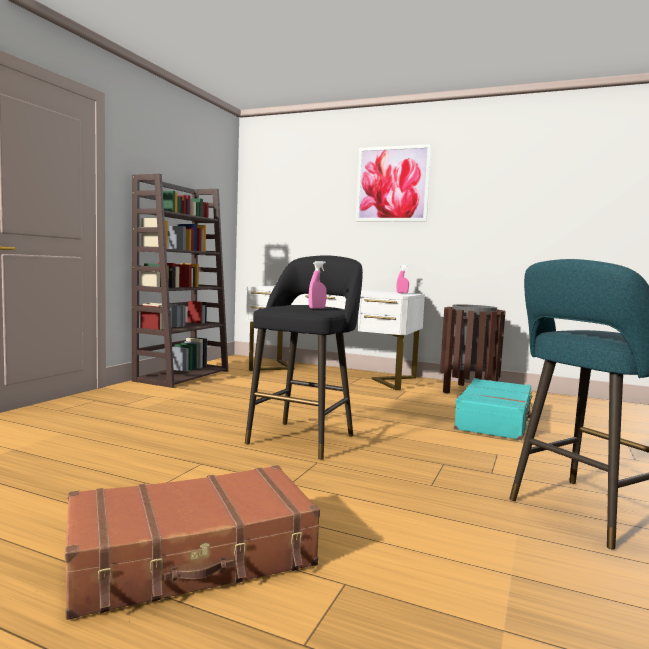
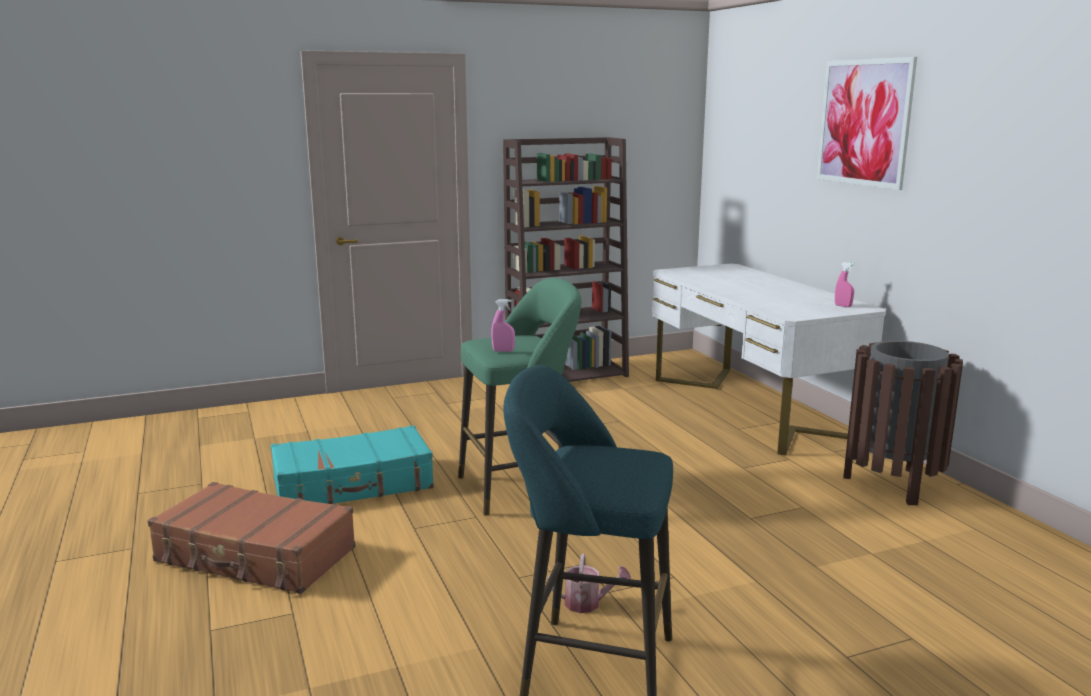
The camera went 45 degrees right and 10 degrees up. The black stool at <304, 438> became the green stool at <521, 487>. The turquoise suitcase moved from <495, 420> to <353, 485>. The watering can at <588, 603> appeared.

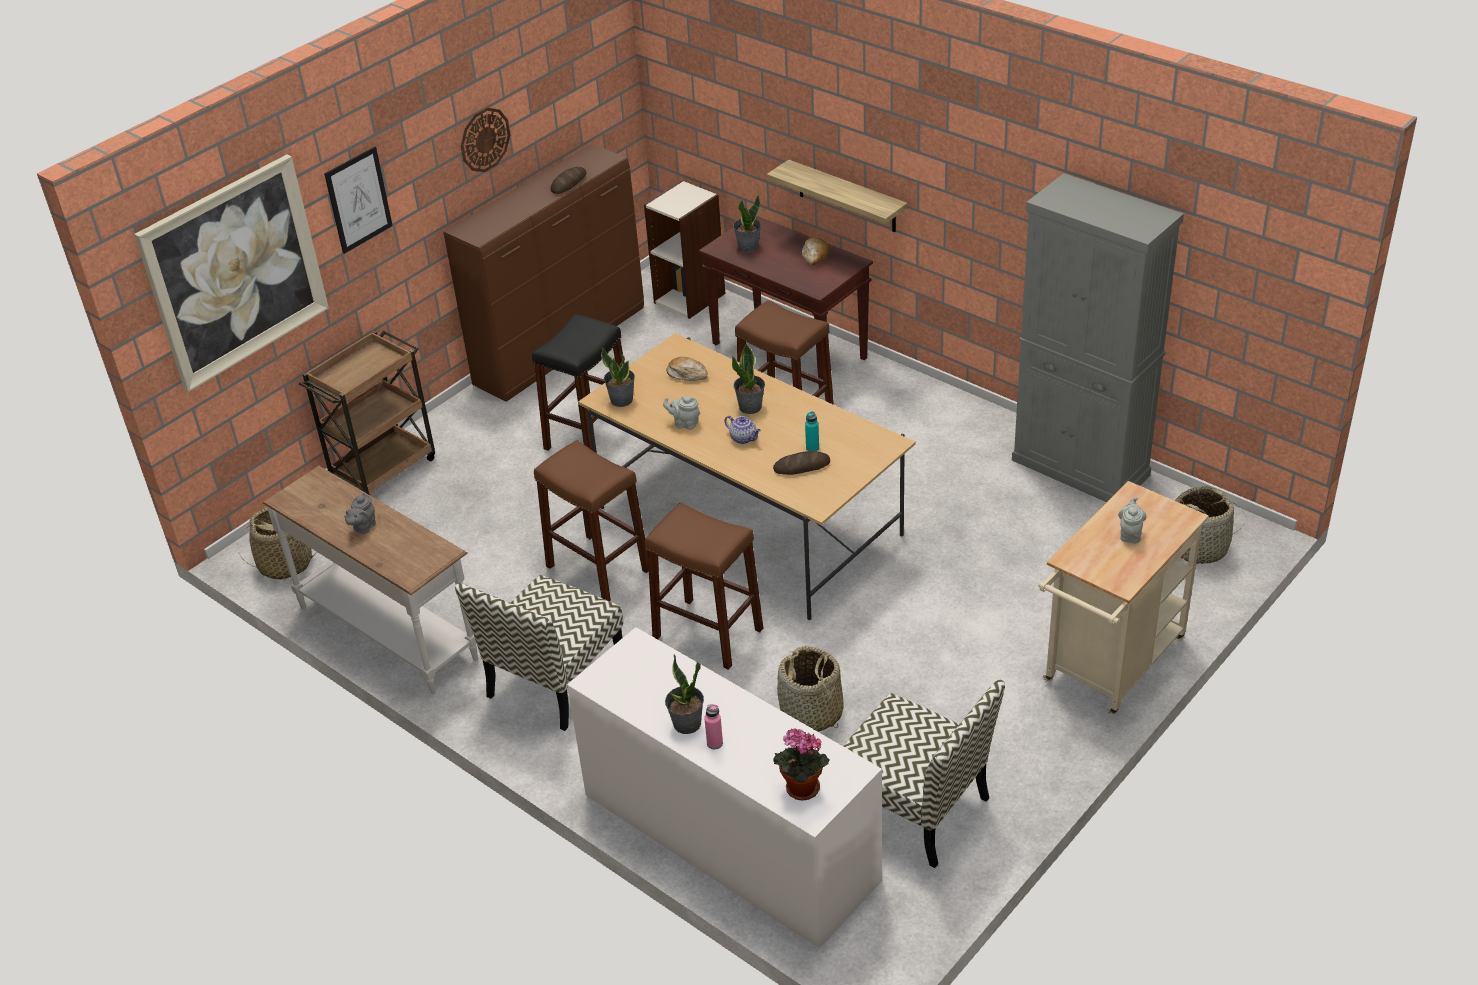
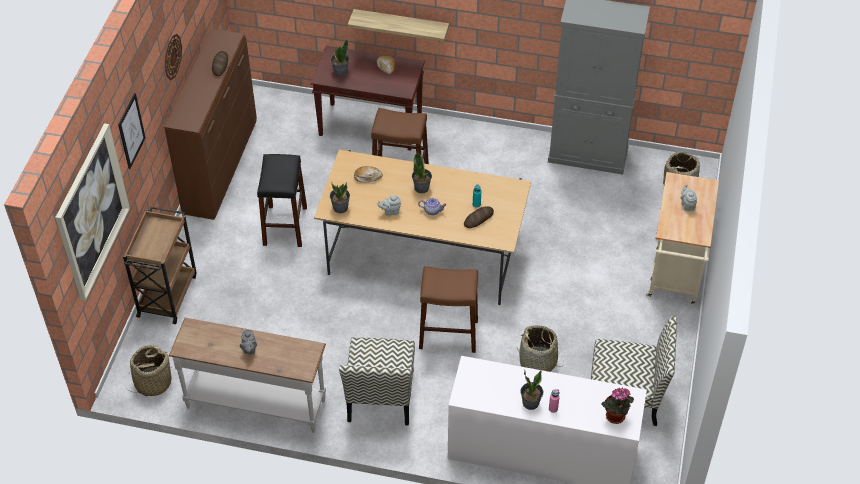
The camera went 30 degrees left and 10 degrees up. The bookcase at <690, 298> disappeared. The brown stool at <598, 568> disappeared.

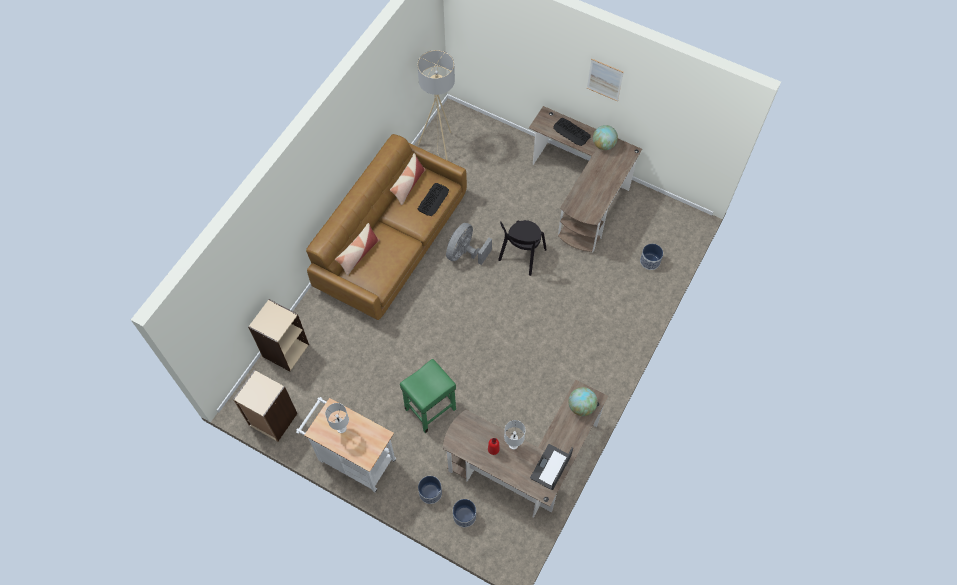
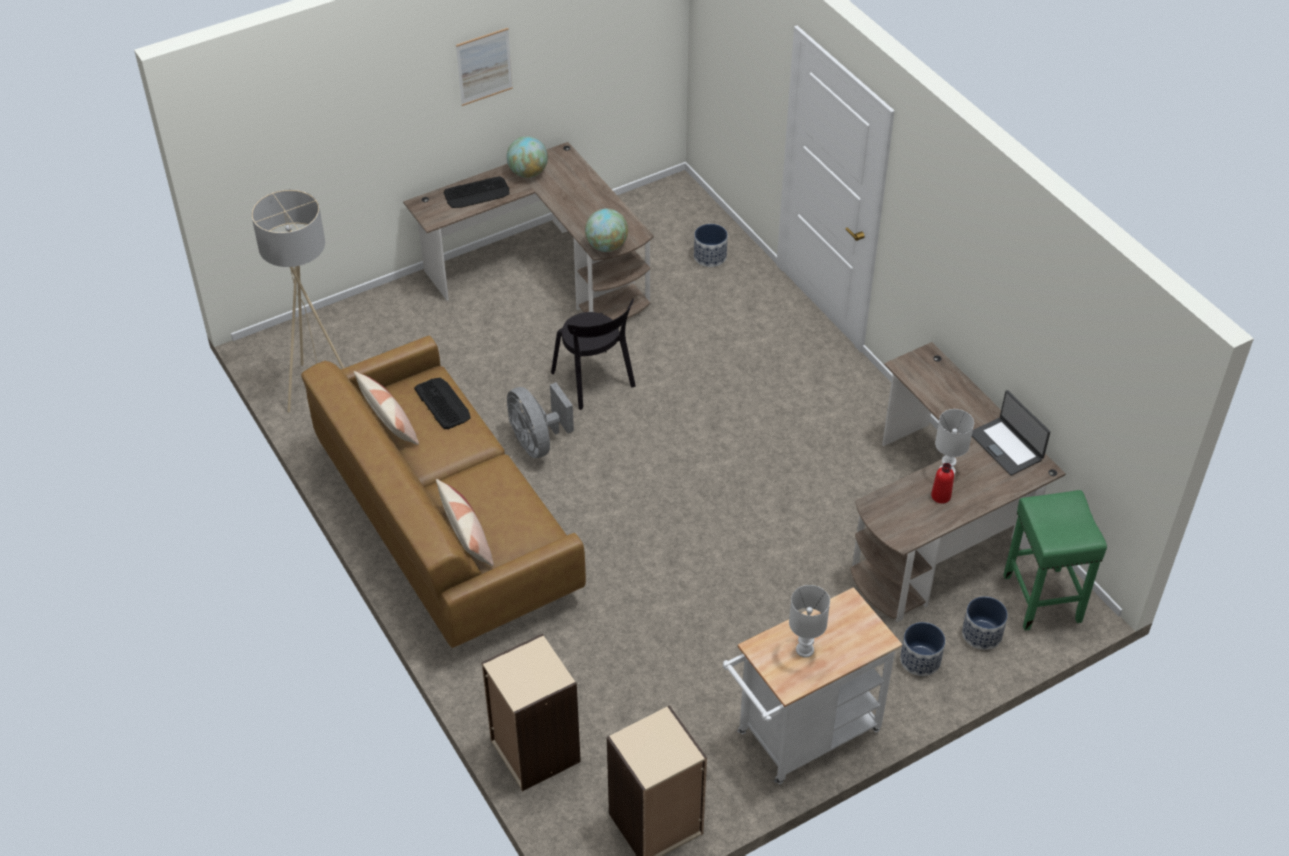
The camera went 60 degrees left and 15 degrees down. The green stool moved from <431, 408> to <1041, 597>. The globe moved from <581, 406> to <606, 246>.

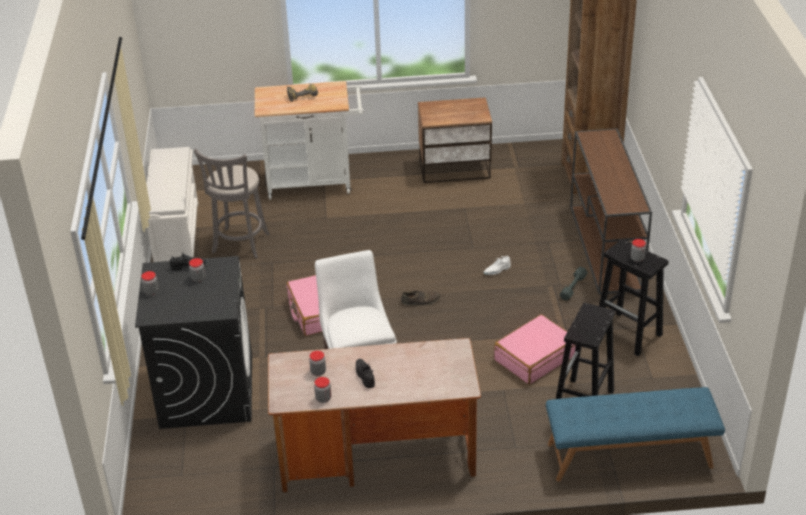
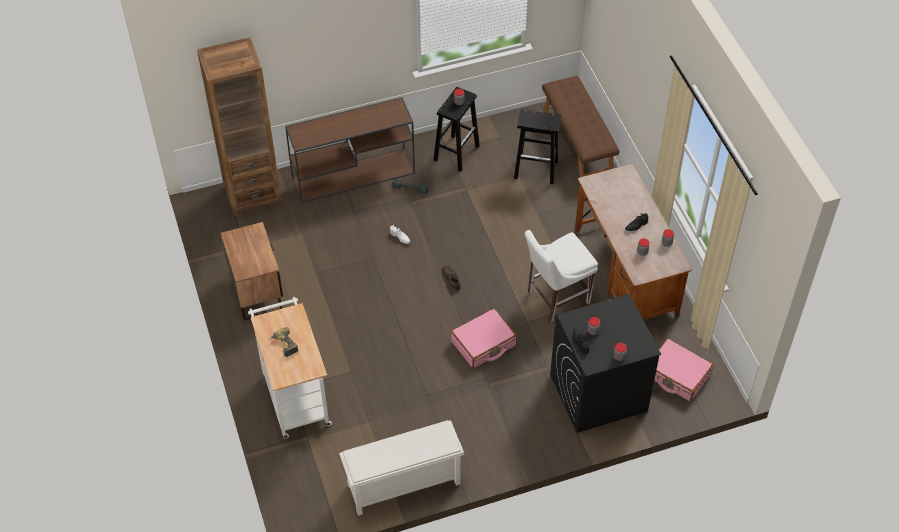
The camera went 105 degrees left and 15 degrees up. The grey stool at <239, 245> disappeared. The pink suitcase moved from <534, 357> to <677, 375>. The blue bench at <629, 456> became the brown bench at <578, 142>.

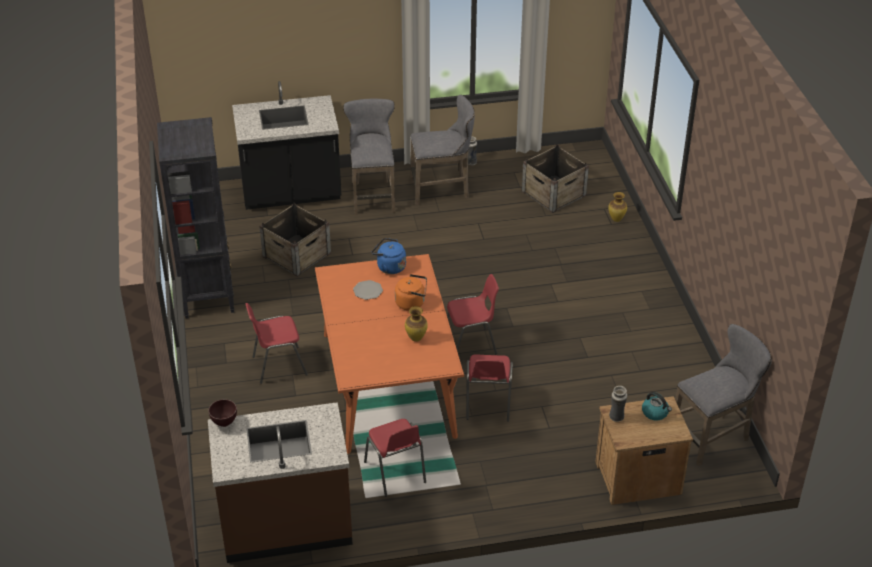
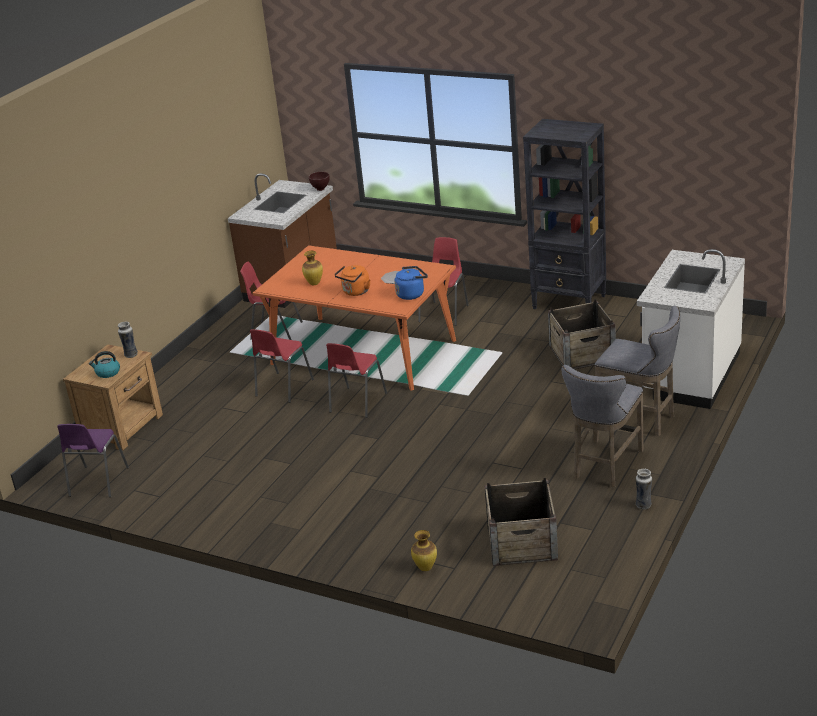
The camera went 130 degrees right and 10 degrees down. The black counter at <291, 193> became the white counter at <690, 374>. The grey stool at <713, 437> was replaced by the purple chair at <97, 483>. The red chair at <487, 404> turned 105 degrees counterclockwise.

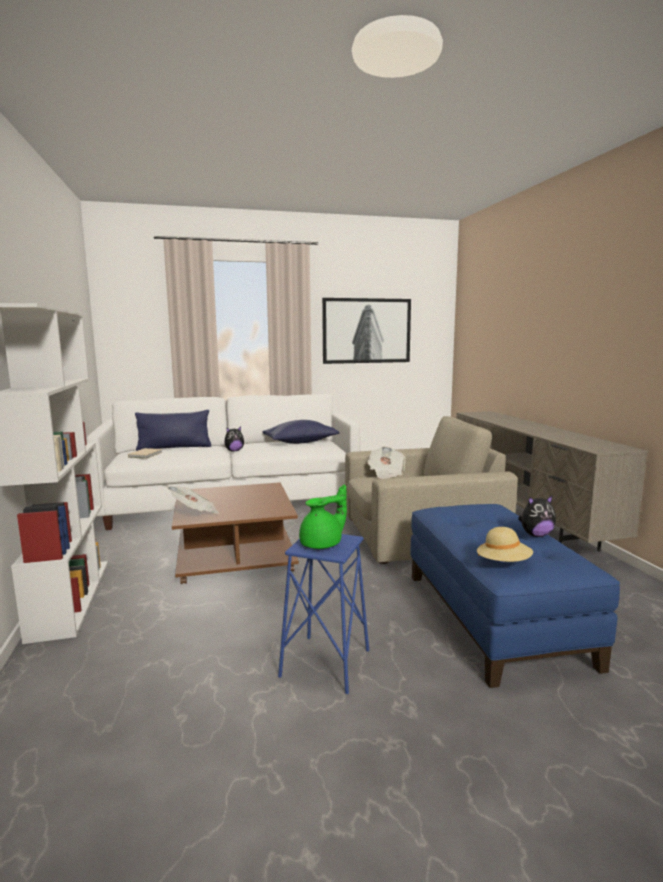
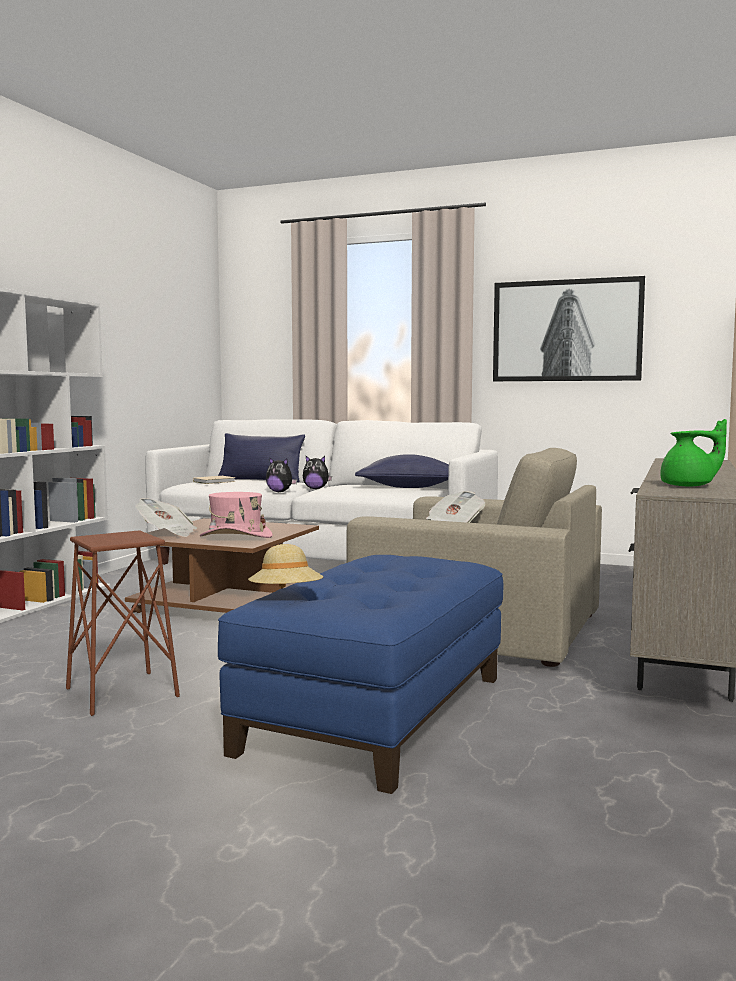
The camera went 35 degrees right and 5 degrees down. The green teapot moved from <323, 544> to <689, 486>. The plush toy moved from <536, 535> to <280, 492>. The blue stool at <325, 663> became the brown stool at <121, 692>. The pink hat at <235, 536> appeared.

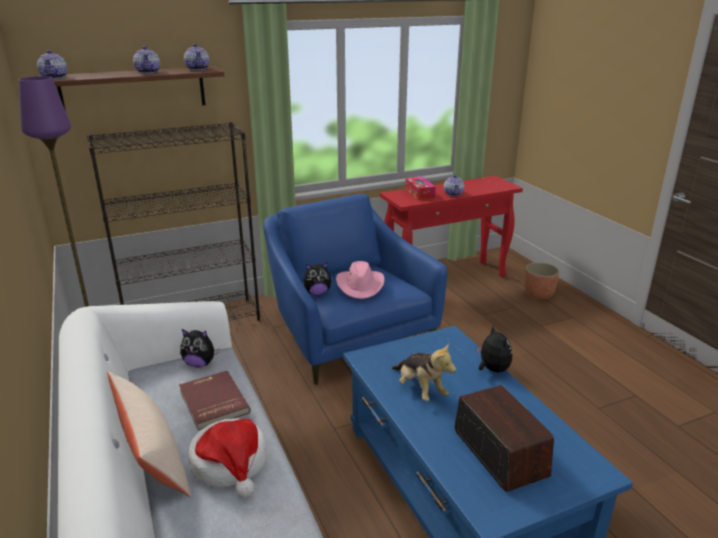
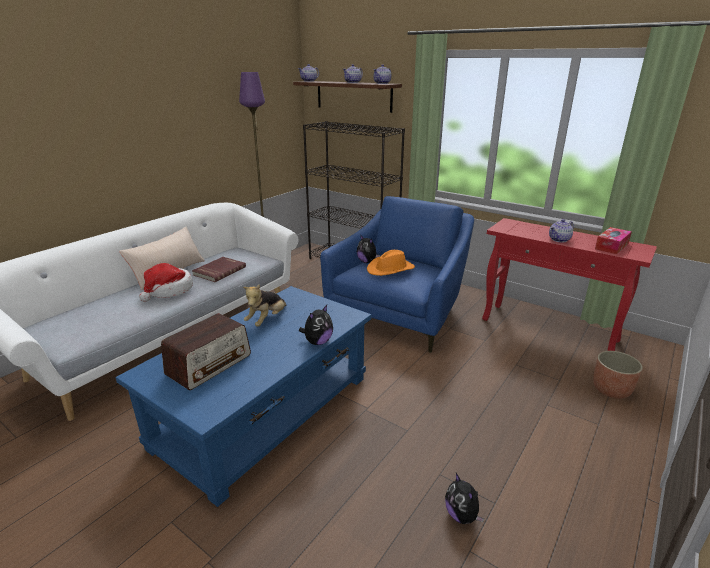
The camera went 60 degrees right and 0 degrees up. The tissue box moved from <419, 193> to <611, 246>. The pink hat at <360, 285> became the orange hat at <390, 269>. The plush toy moved from <200, 364> to <462, 515>.

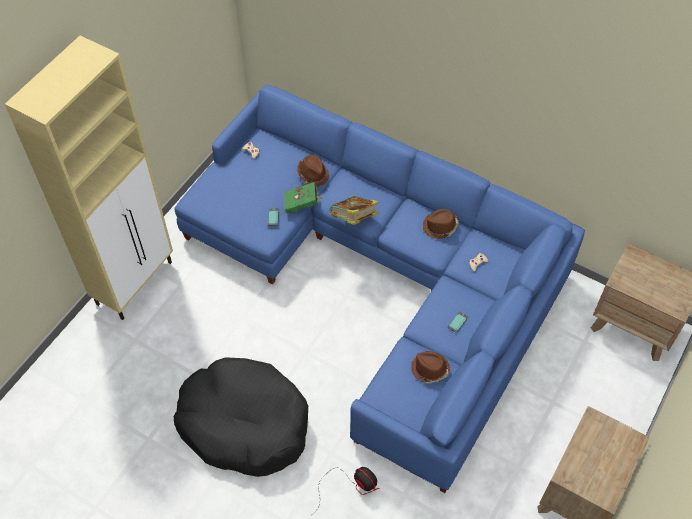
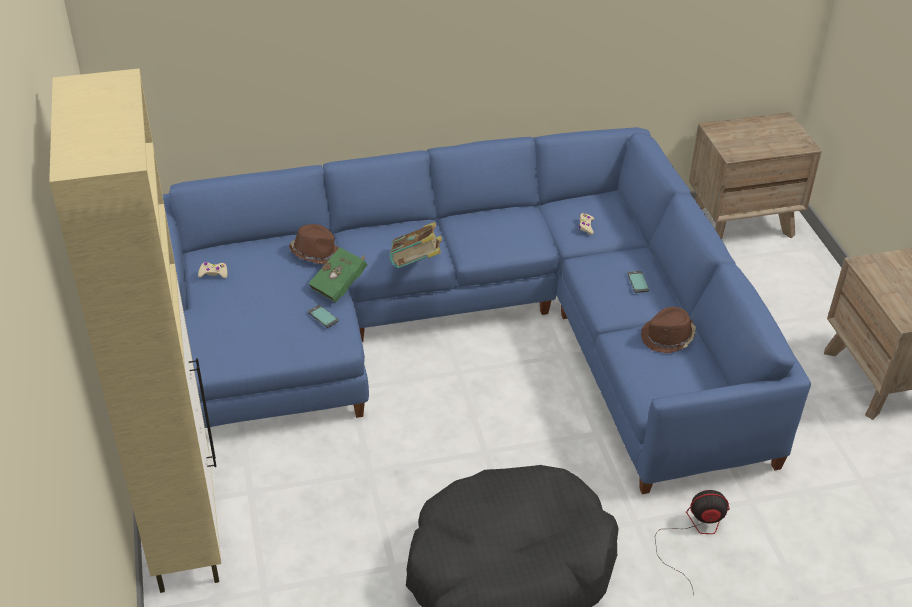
The camera went 45 degrees left and 15 degrees down. The brown hat at <440, 227> disappeared.

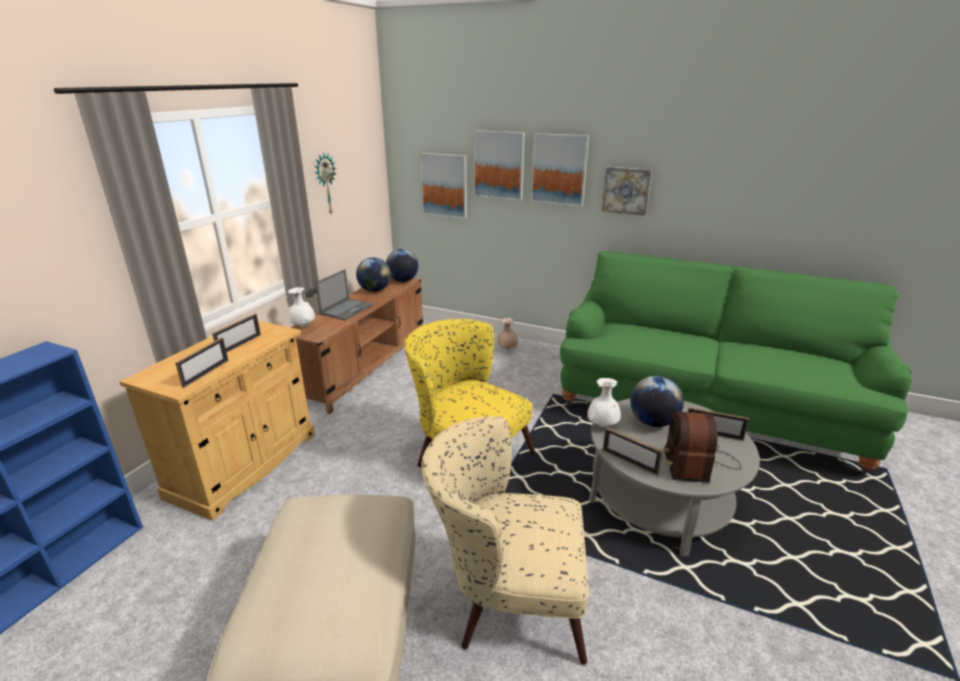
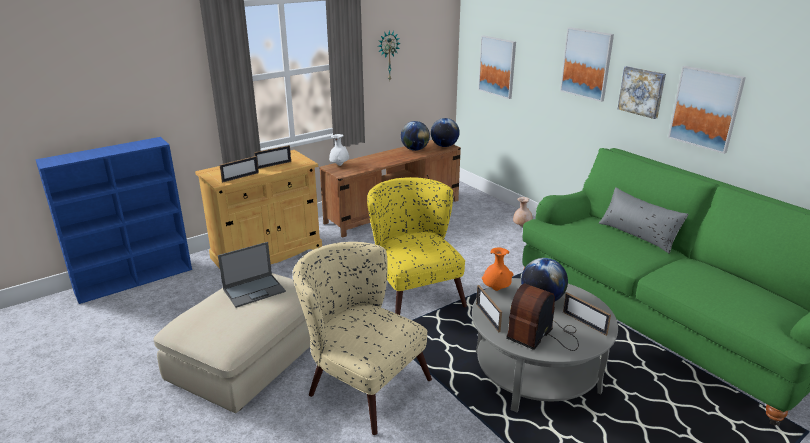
The camera went 30 degrees right and 0 degrees up. The picture moved from <498, 165> to <705, 108>. The laptop moved from <347, 309> to <254, 290>. The white vase at <602, 425> became the orange vase at <496, 289>. The grey pillow at <638, 235> appeared.

